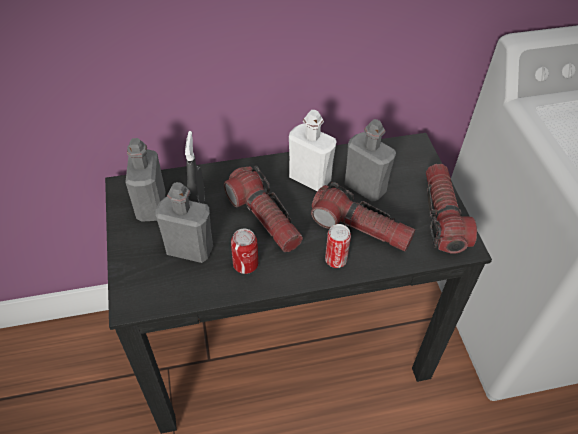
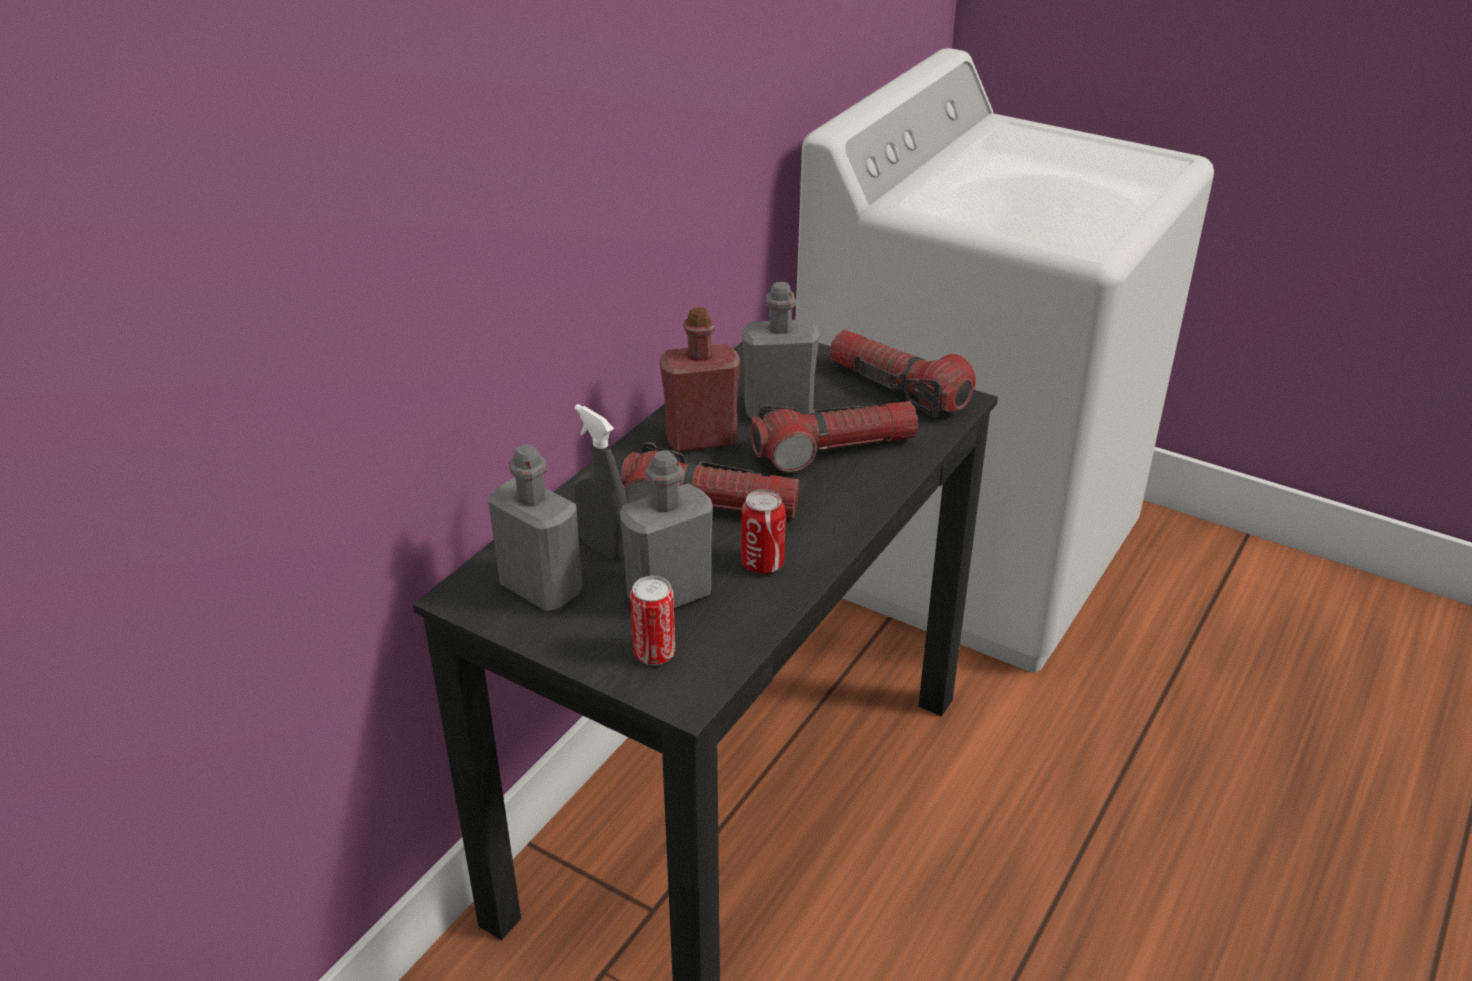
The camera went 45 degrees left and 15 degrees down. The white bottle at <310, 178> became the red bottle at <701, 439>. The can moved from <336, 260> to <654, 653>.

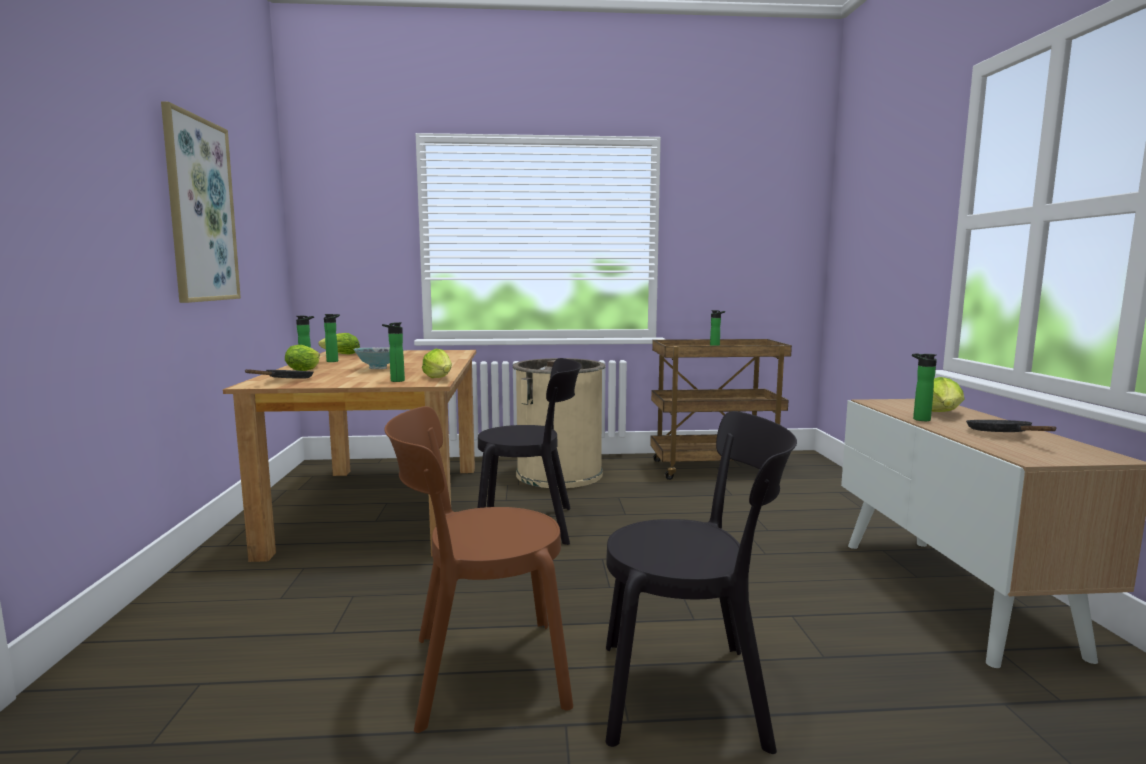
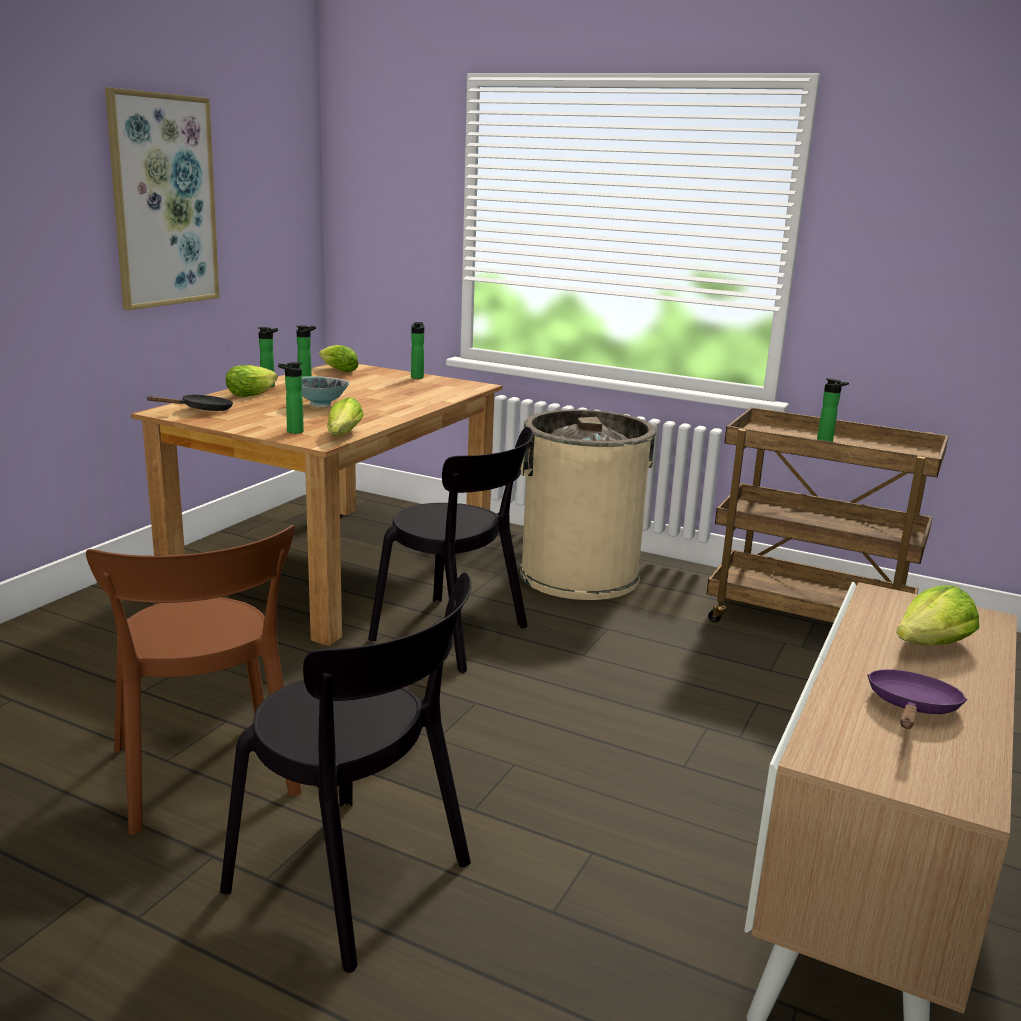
The camera went 30 degrees right and 10 degrees up. The bottle moved from <919, 419> to <417, 377>. The brown chair at <479, 672> turned 135 degrees counterclockwise. The black frying pan at <1002, 434> became the purple frying pan at <911, 708>.

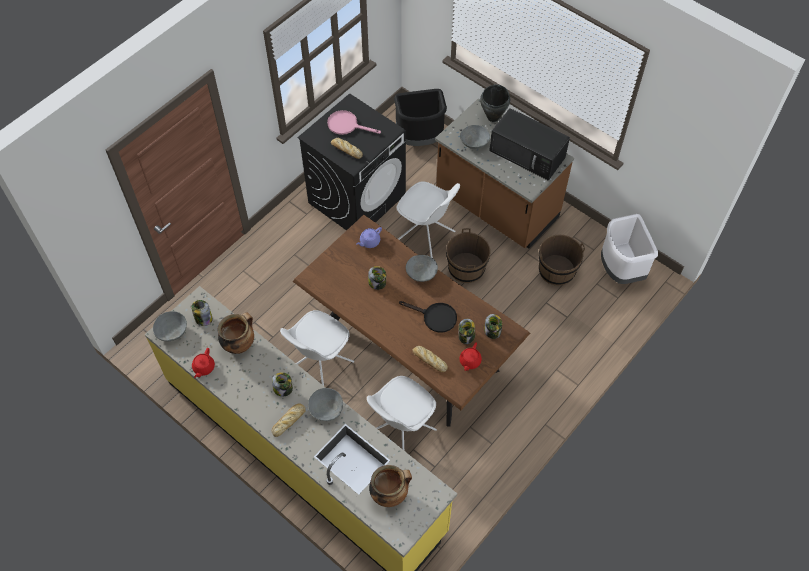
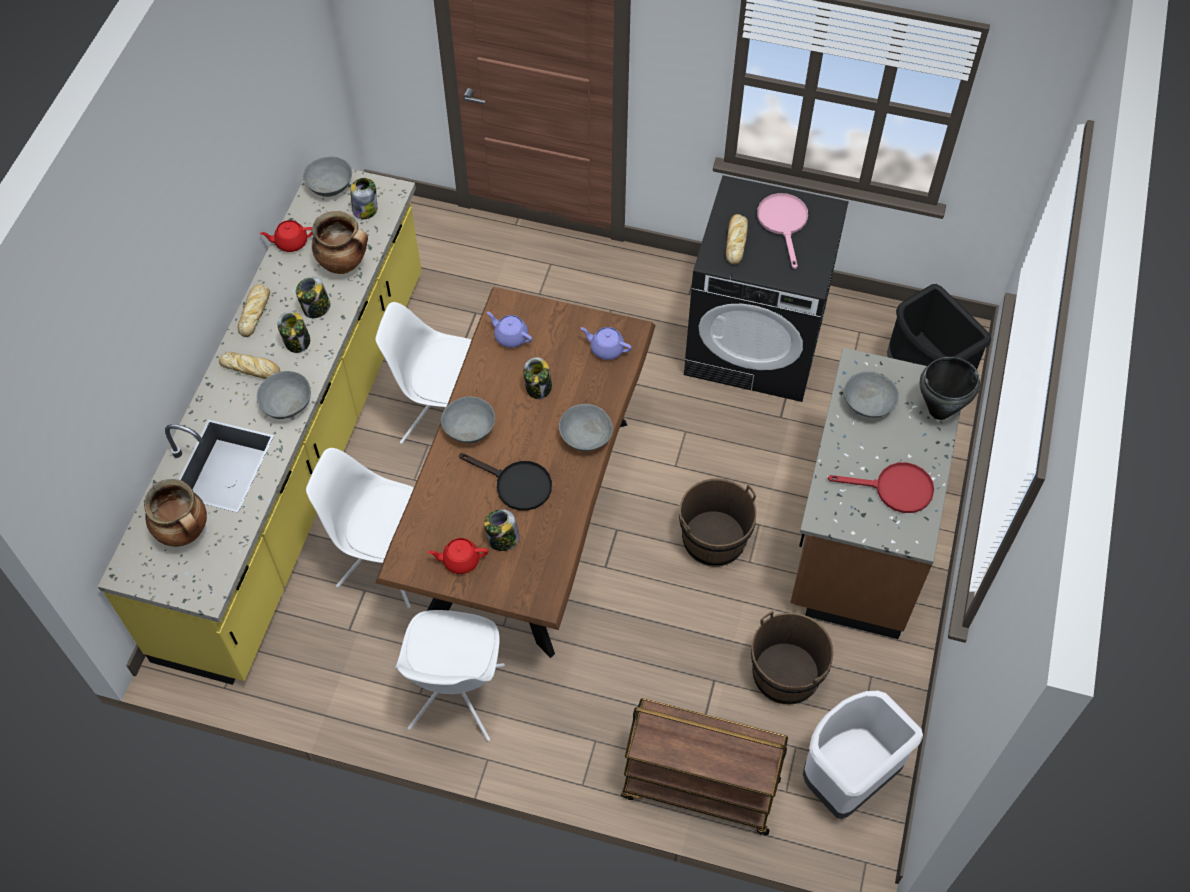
The camera went 65 degrees right and 0 degrees up. The black microwave at <528, 154> was replaced by the red frying pan at <895, 489>. The white chair moved from <426, 237> to <456, 699>. The black frying pan at <435, 317> turned 60 degrees counterclockwise. The jar moved from <492, 331> to <316, 308>. The bread moved from <429, 360> to <255, 312>. The purple teapot at <510, 336> appeared. The grey bowl at <470, 428> appeared. The brown cart at <698, 789> appeared.

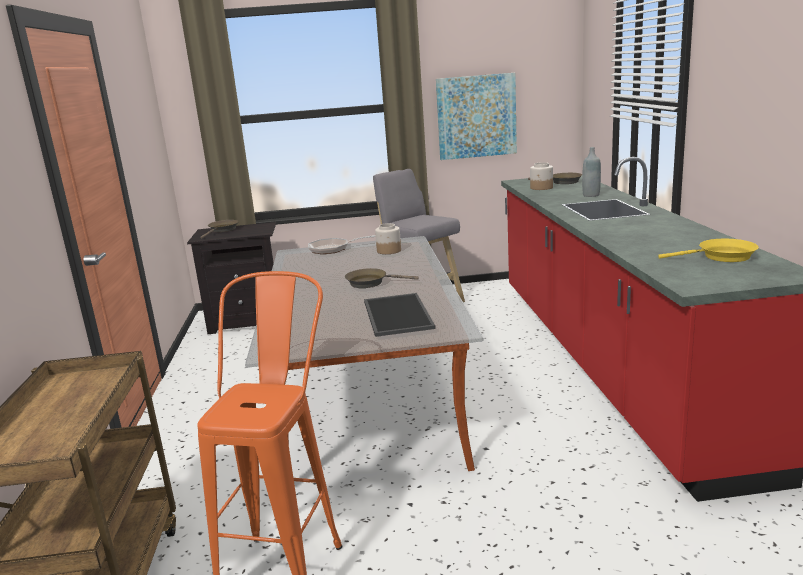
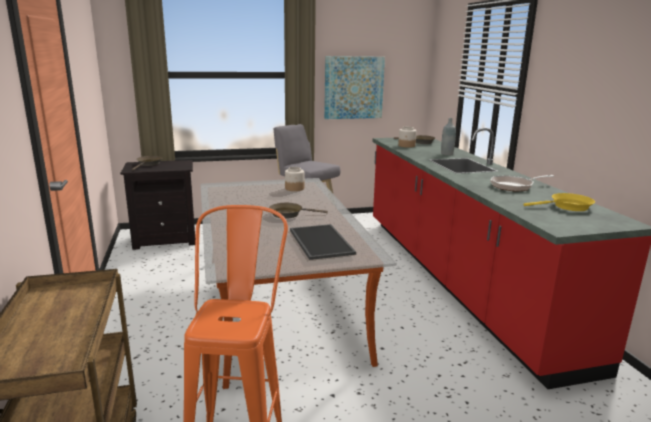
The camera went 10 degrees left and 0 degrees up. The frying pan moved from <333, 249> to <514, 186>.

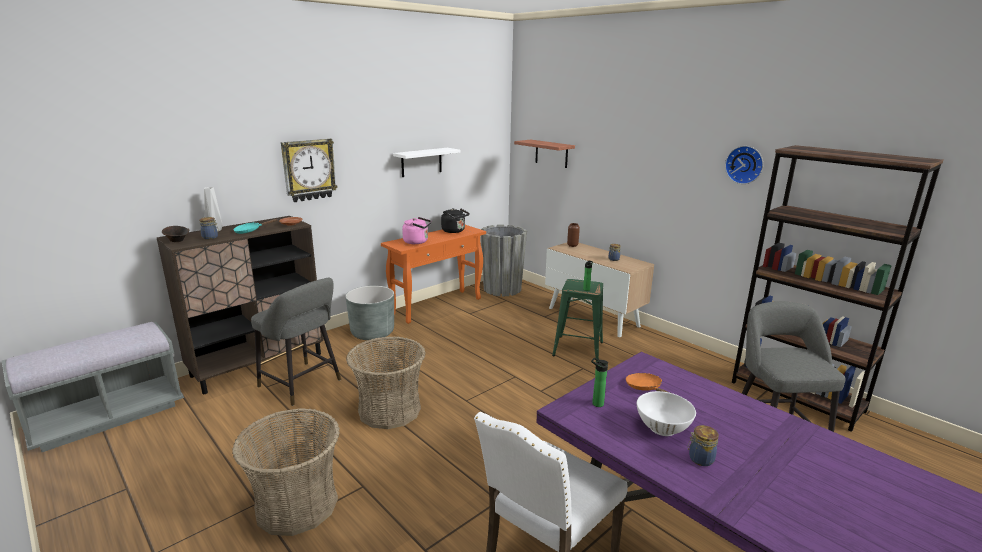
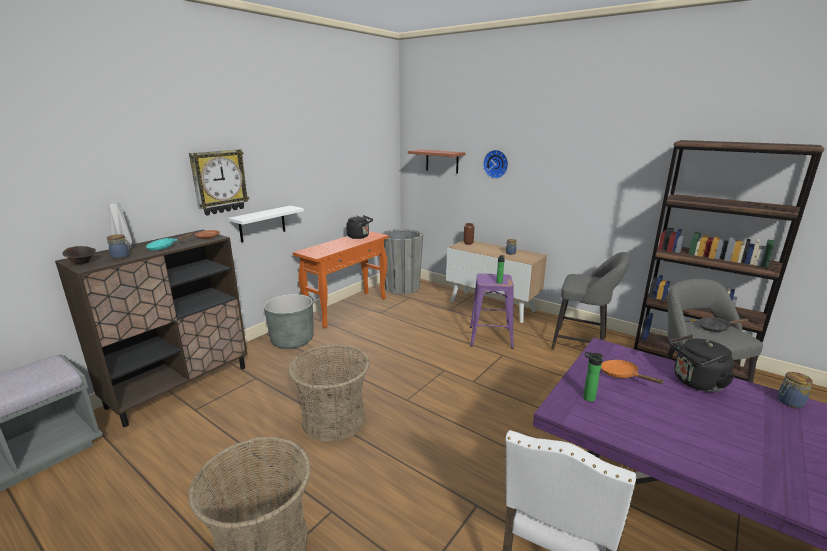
The camera went 10 degrees left and 0 degrees up. The wall clock moved from <745, 164> to <496, 164>. The white shelf moved from <421, 162> to <262, 224>. The pink kettle at <417, 242> disappeared. The grey stool moved from <303, 385> to <583, 344>. The green stool at <578, 348> became the purple stool at <490, 337>. The white bowl at <662, 428> disappeared. The jar moved from <700, 459> to <789, 402>. The black frying pan at <716, 328> appeared. The black kettle at <696, 383> appeared.

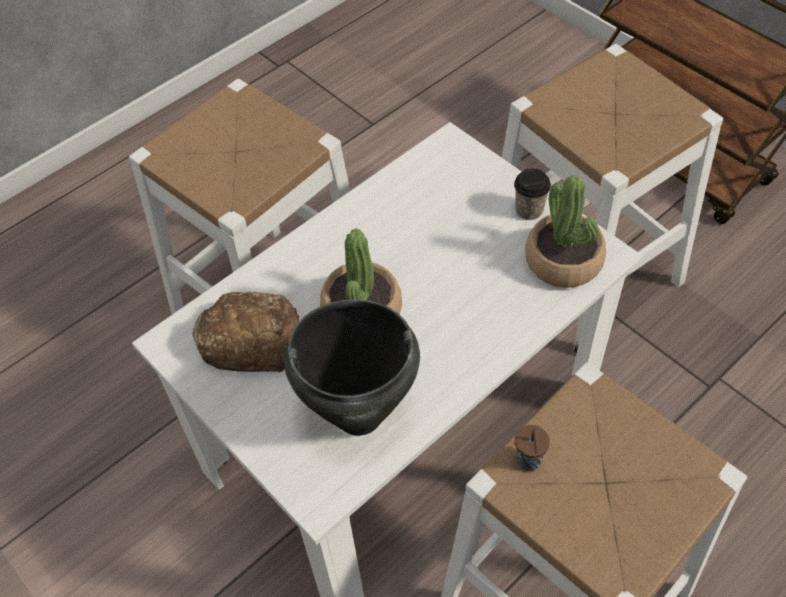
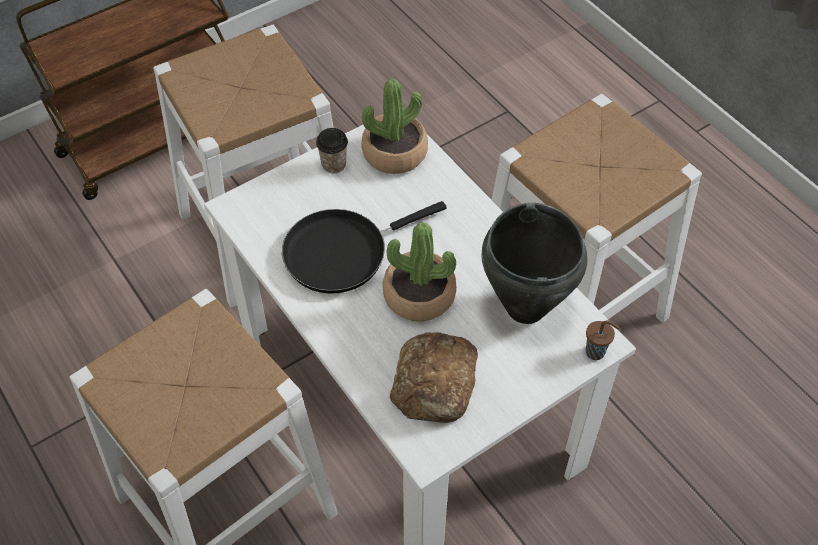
The camera went 85 degrees left and 0 degrees up. The brown cup moved from <528, 462> to <596, 352>. The black frying pan at <342, 252> appeared.

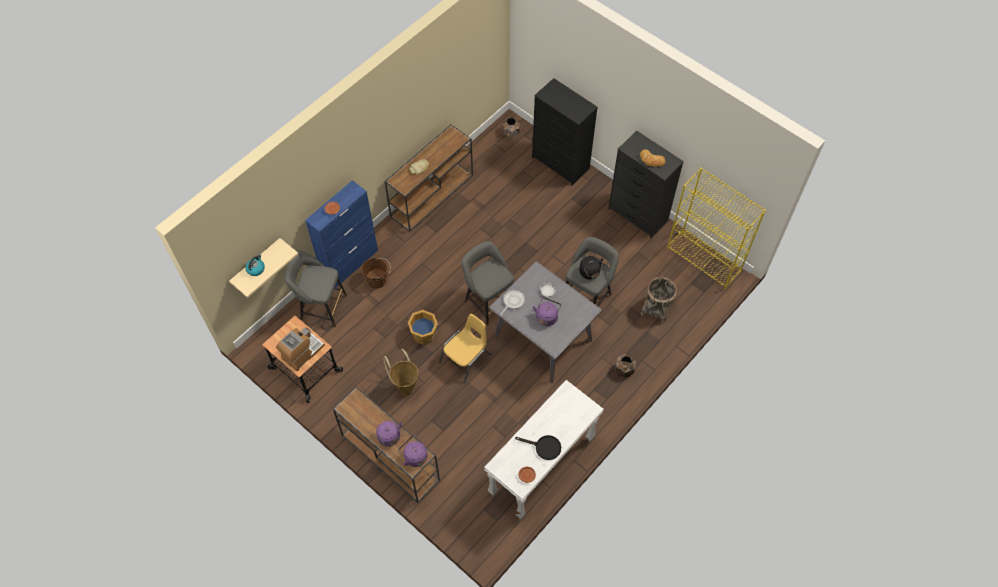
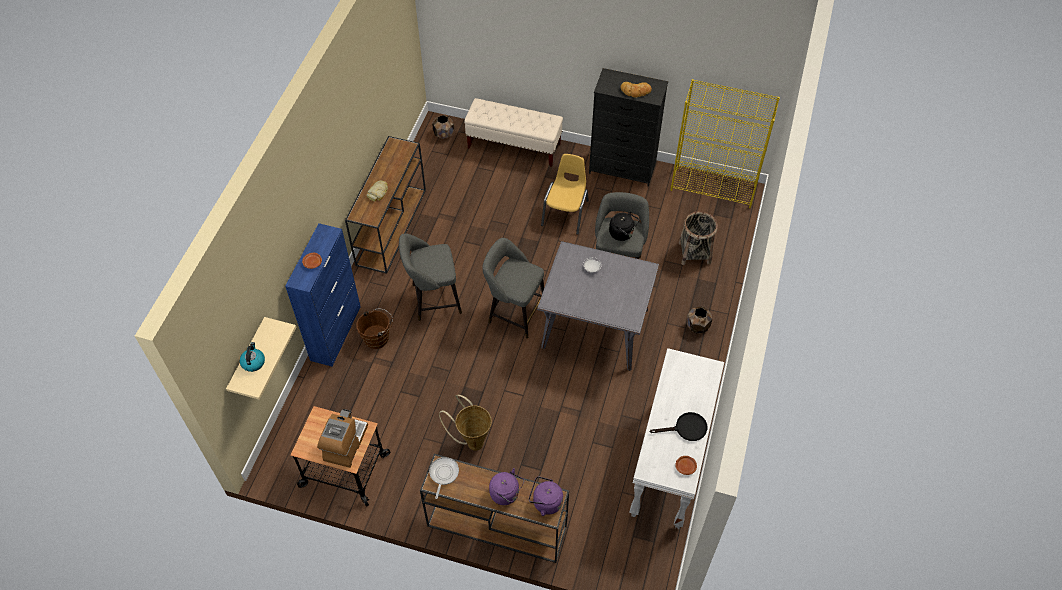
The camera went 25 degrees left and 5 degrees down. The black dresser at <561, 163> was replaced by the beige bench at <514, 146>. The grey stool moved from <321, 306> to <433, 299>. The frying pan moved from <512, 301> to <443, 474>. The purple kettle at <547, 316> disappeared. The orange bucket at <424, 334> disappeared. The yellow chair moved from <466, 359> to <566, 213>.

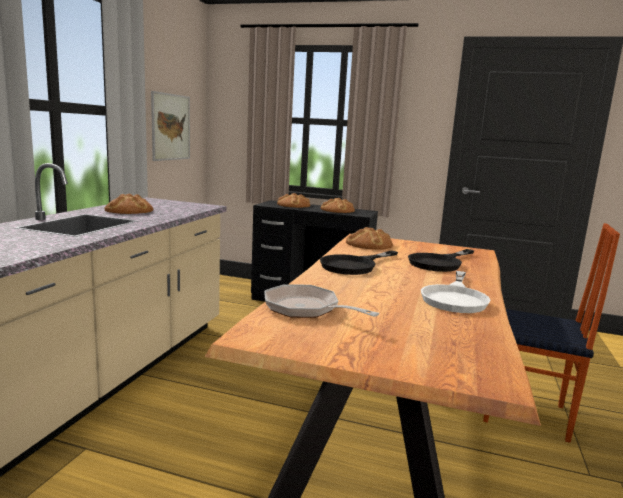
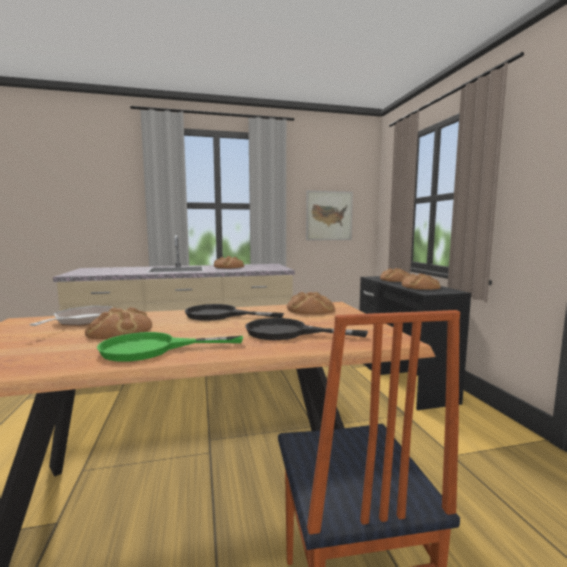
The camera went 60 degrees right and 5 degrees down. The white frying pan at <455, 298> became the green frying pan at <152, 349>. The bread at <119, 330> appeared.

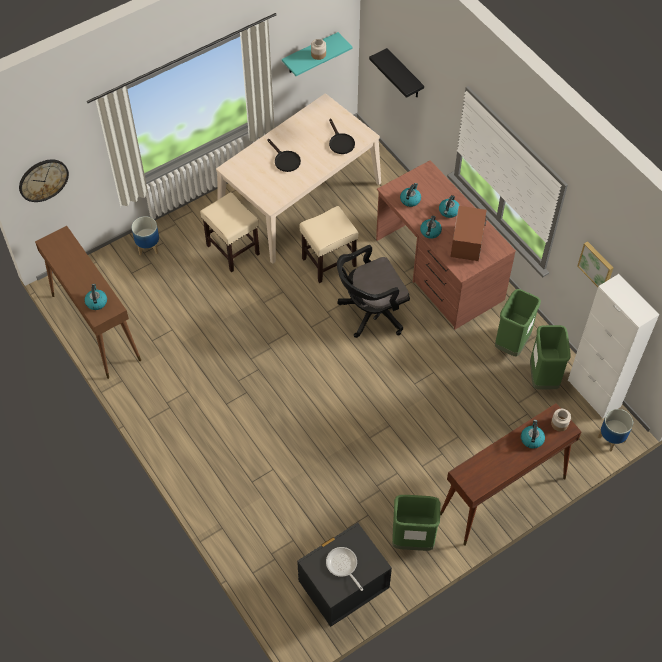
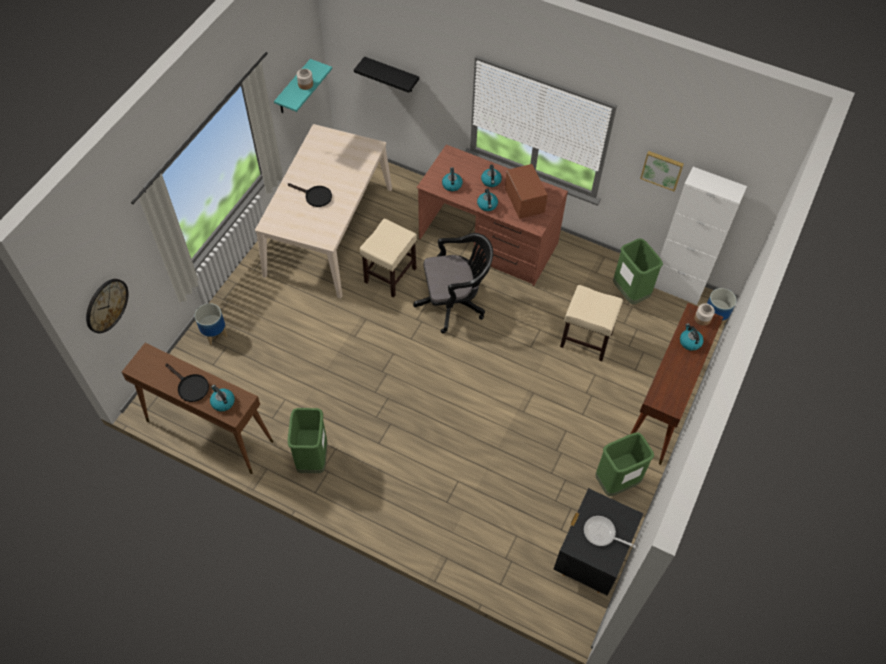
The camera went 30 degrees left and 0 degrees up. The black frying pan moved from <340, 142> to <190, 386>. The beige stool moved from <232, 249> to <585, 339>. The black office chair at <370, 312> turned 135 degrees counterclockwise. The green trash can moved from <511, 343> to <312, 459>.

